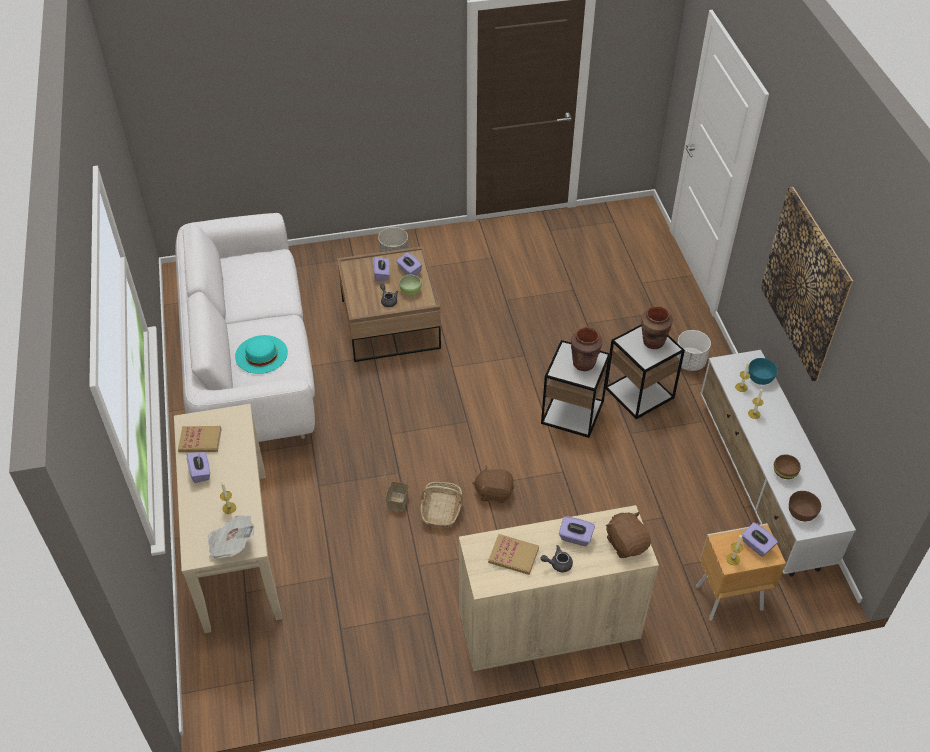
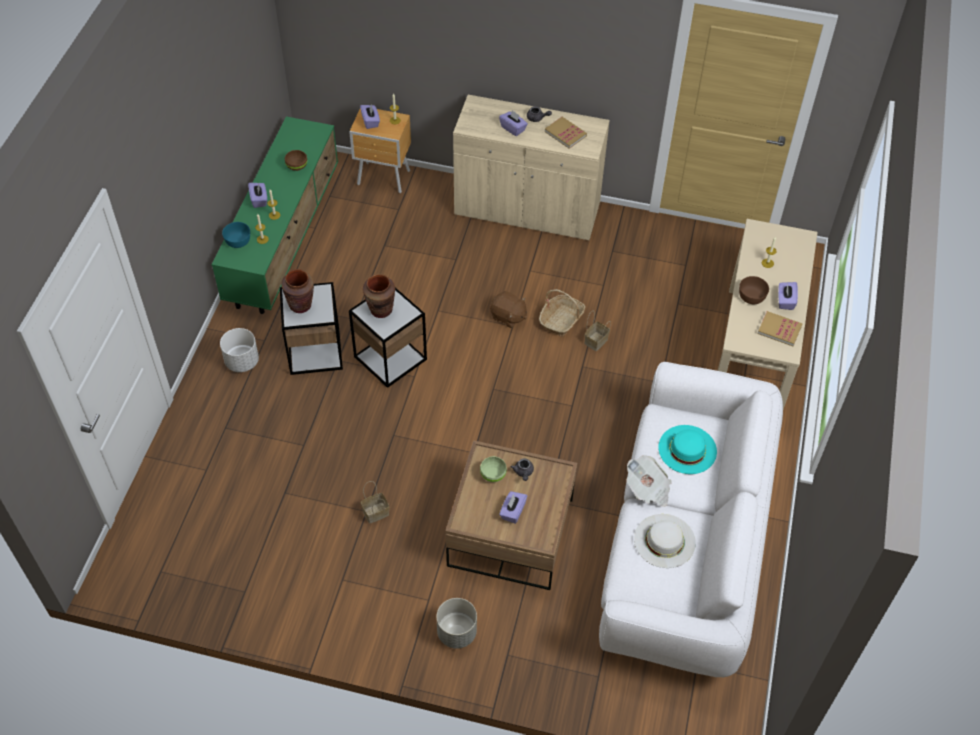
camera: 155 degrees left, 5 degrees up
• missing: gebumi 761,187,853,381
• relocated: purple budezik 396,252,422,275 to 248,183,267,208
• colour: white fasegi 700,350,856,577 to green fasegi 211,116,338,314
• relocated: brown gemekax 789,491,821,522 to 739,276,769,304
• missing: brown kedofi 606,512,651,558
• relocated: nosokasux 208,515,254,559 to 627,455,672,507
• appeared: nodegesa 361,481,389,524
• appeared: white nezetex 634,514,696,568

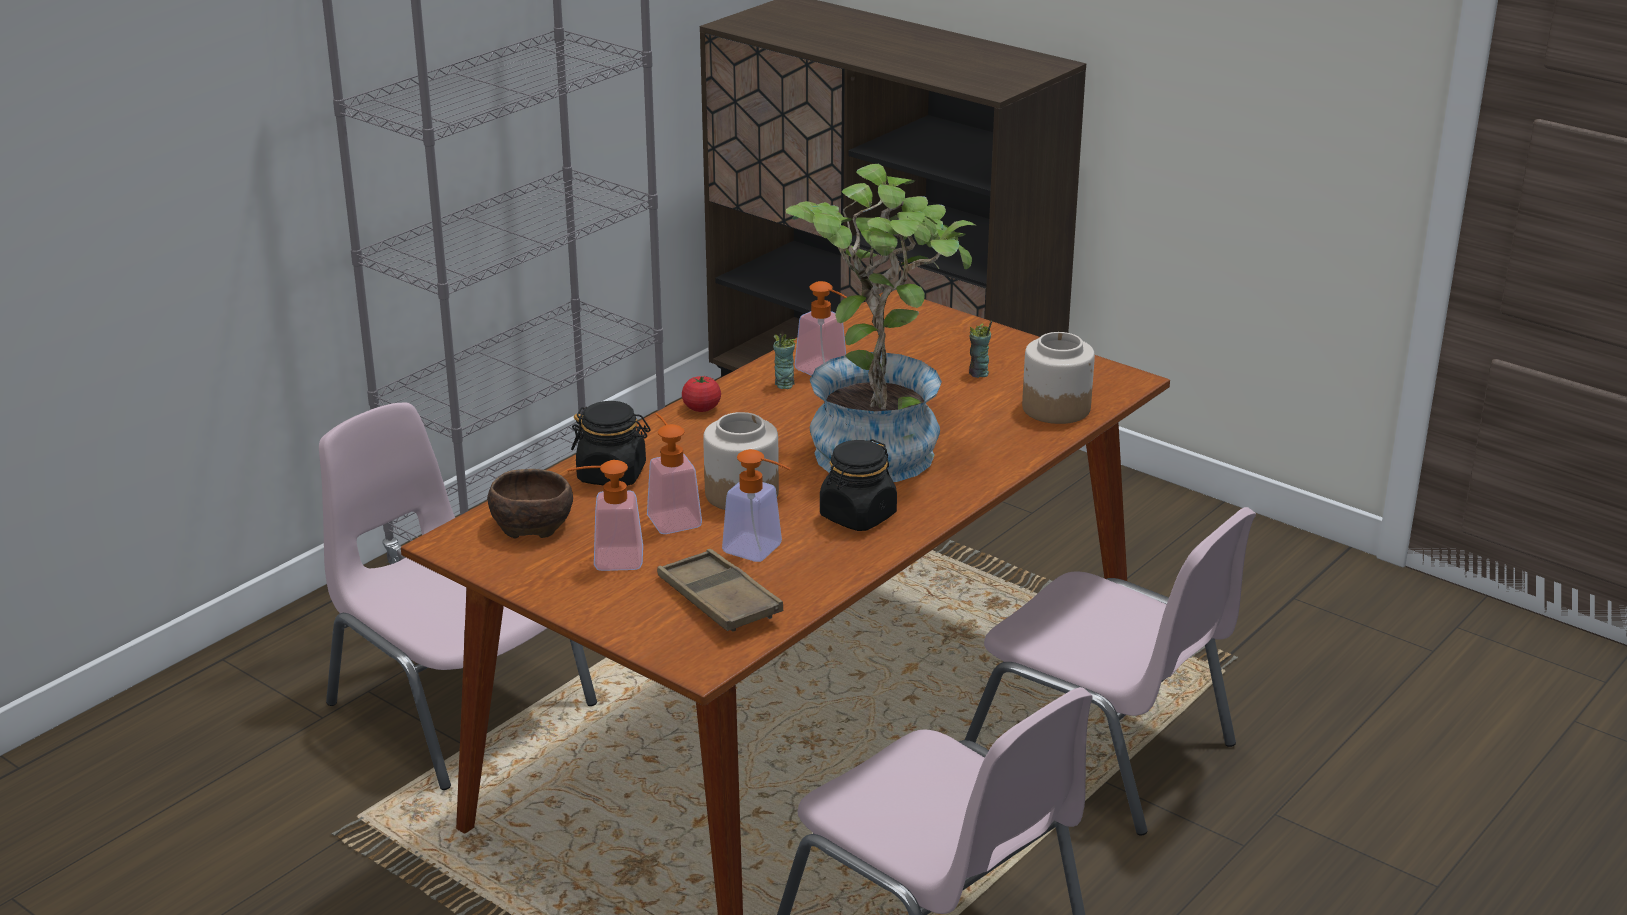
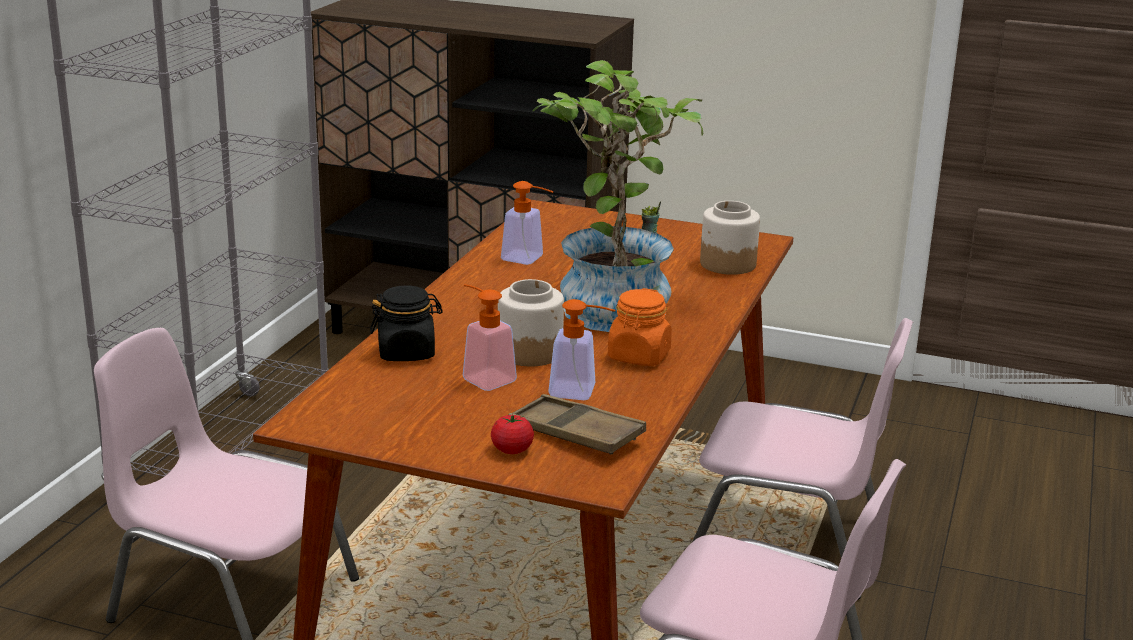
camera: 20 degrees left, 5 degrees down
• missing: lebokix 773,334,797,389
• relocated: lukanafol 682,376,721,412 to 491,414,534,454
• colour: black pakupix 820,439,897,531 to orange pakupix 608,288,672,366
• missing: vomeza 567,460,643,571
• missing: brown gemekax 487,469,573,539

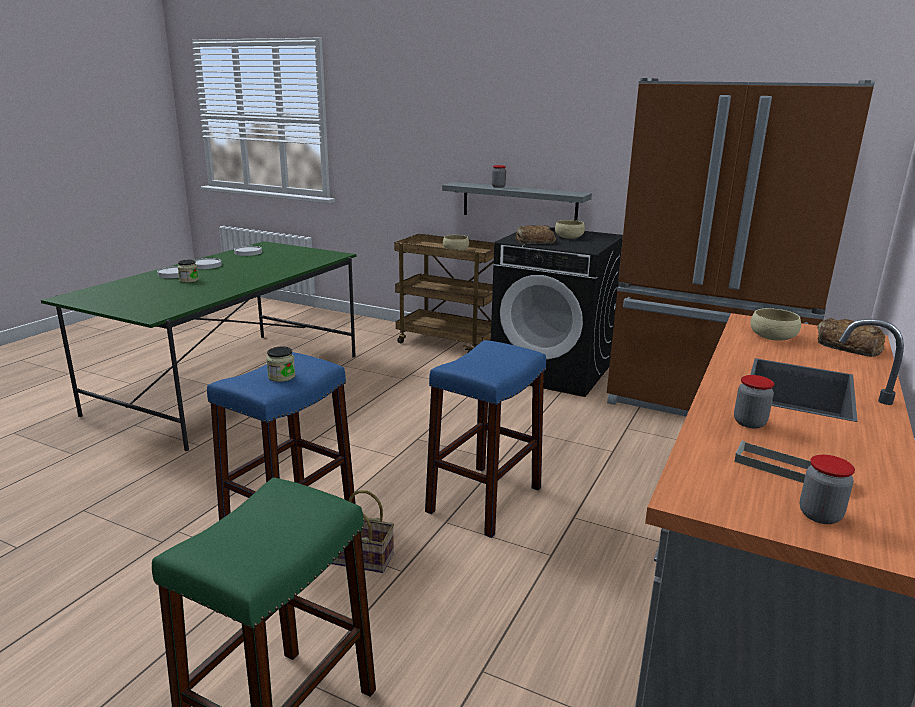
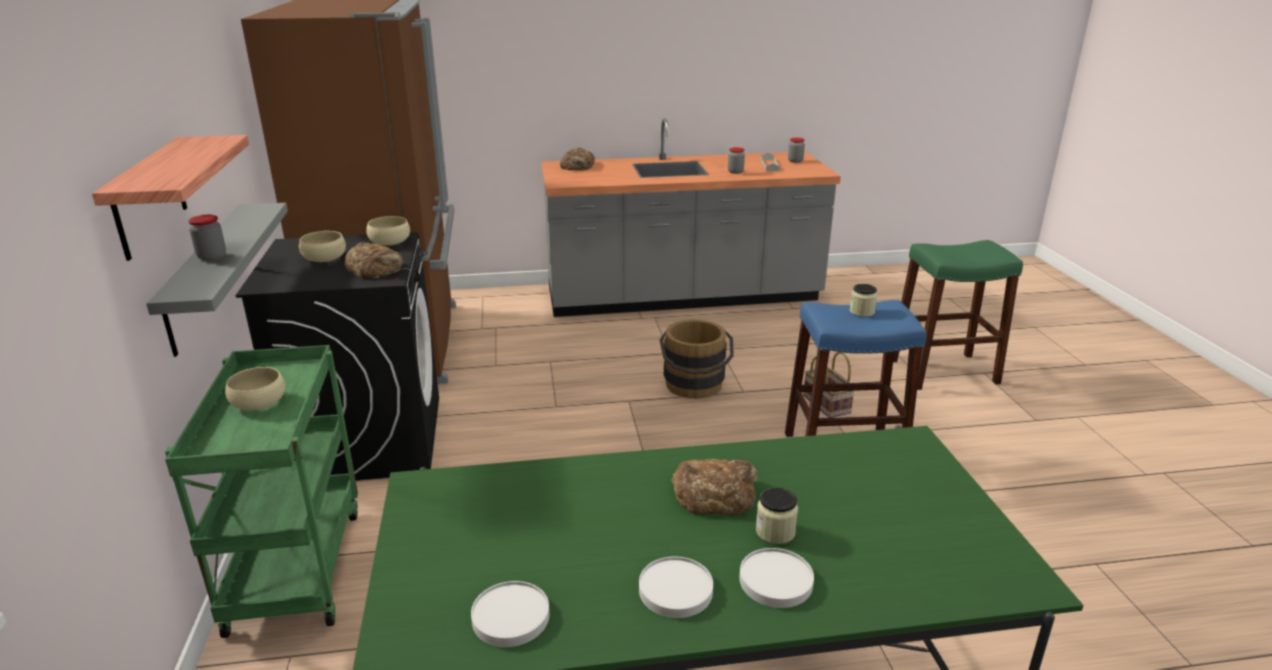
camera: 125 degrees left, 5 degrees up
• colour: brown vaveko 394,234,494,353 to green vaveko 165,345,358,638
• relocated: beige gemekax 750,308,801,341 to 366,216,410,246
• exchanged: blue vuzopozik 425,340,546,538 to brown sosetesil 660,320,734,399
• appeared: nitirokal 92,135,249,261
• appeared: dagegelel 671,459,758,516

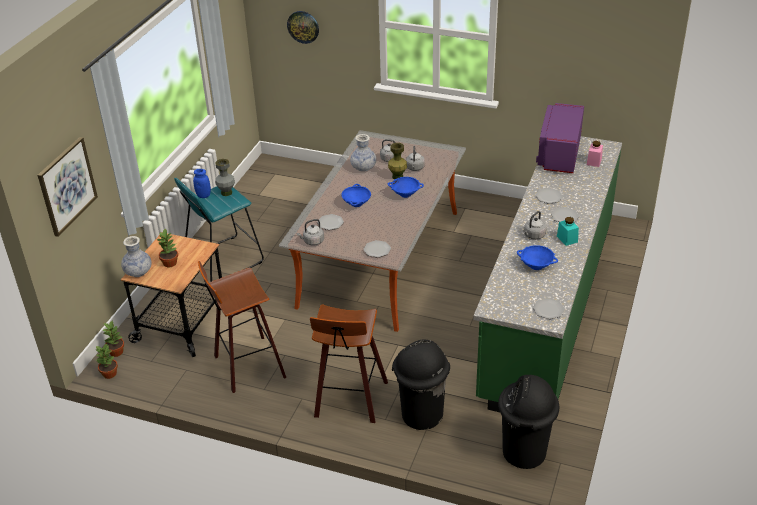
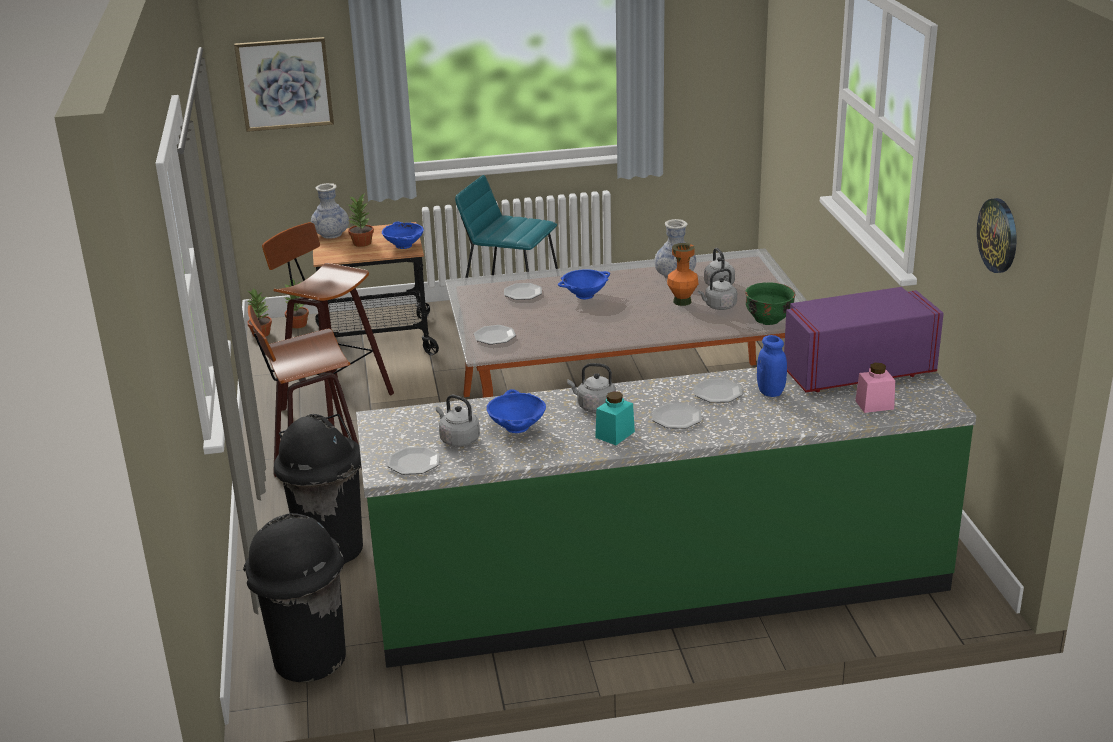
camera: 60 degrees right, 10 degrees down
• relocated: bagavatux 287,11,319,44 to 977,198,1017,273
• colour: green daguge 388,143,407,179 to orange daguge 667,243,698,306
• missing: grey daguge 215,159,235,196
• relocated: blue pakupix 193,169,211,198 to 757,335,787,397
• relocated: blue gemekax 387,177,424,198 to 382,221,424,249
• relocated: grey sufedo 297,219,324,246 to 436,395,480,447
• appeared: green gemekax 745,282,795,325

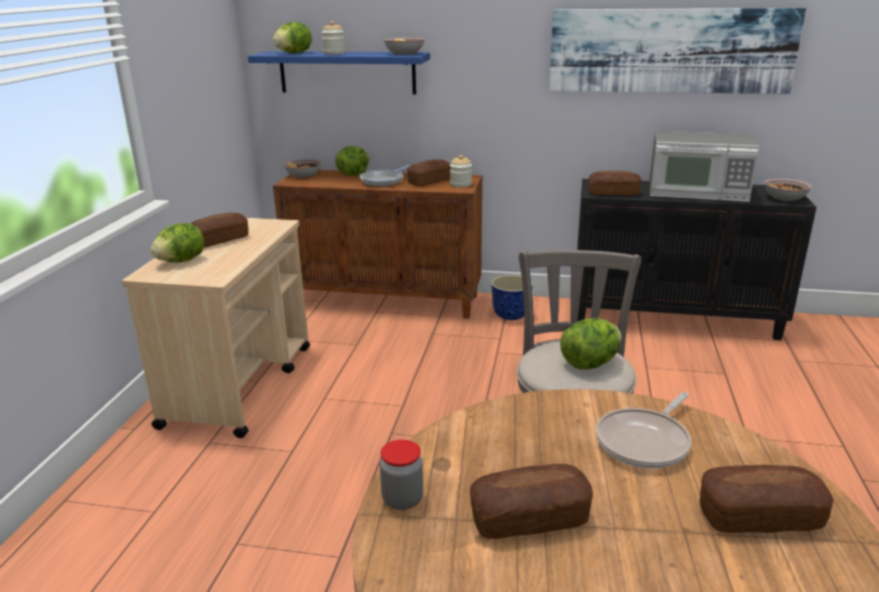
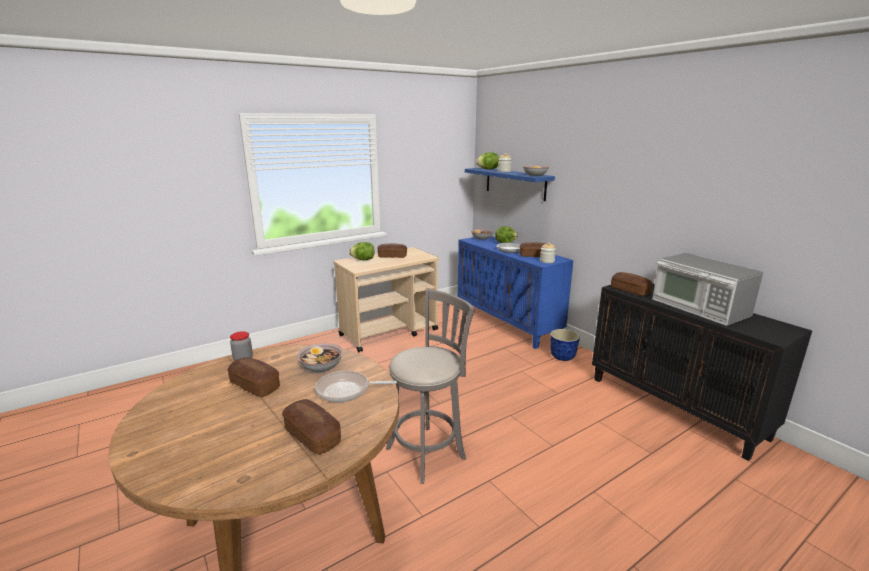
camera: 45 degrees right, 5 degrees down
• missing: gebumi 549,8,806,94
• colour: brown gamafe 273,170,482,319 to blue gamafe 458,236,573,349
• relocated: gemekax 764,178,812,201 to 297,343,343,372
• missing: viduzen 560,318,621,370

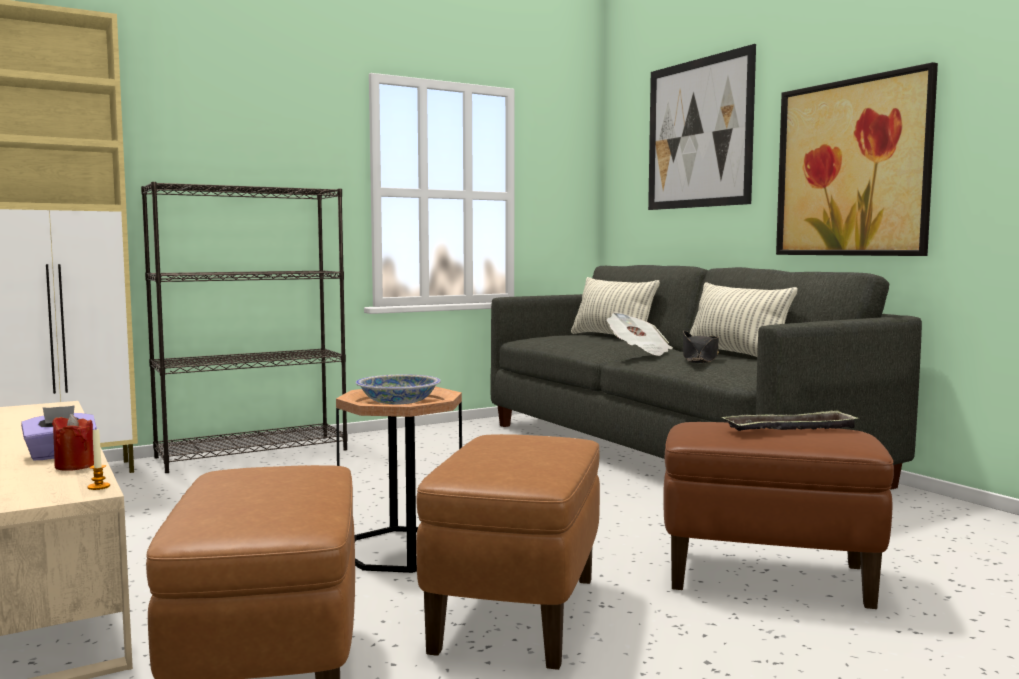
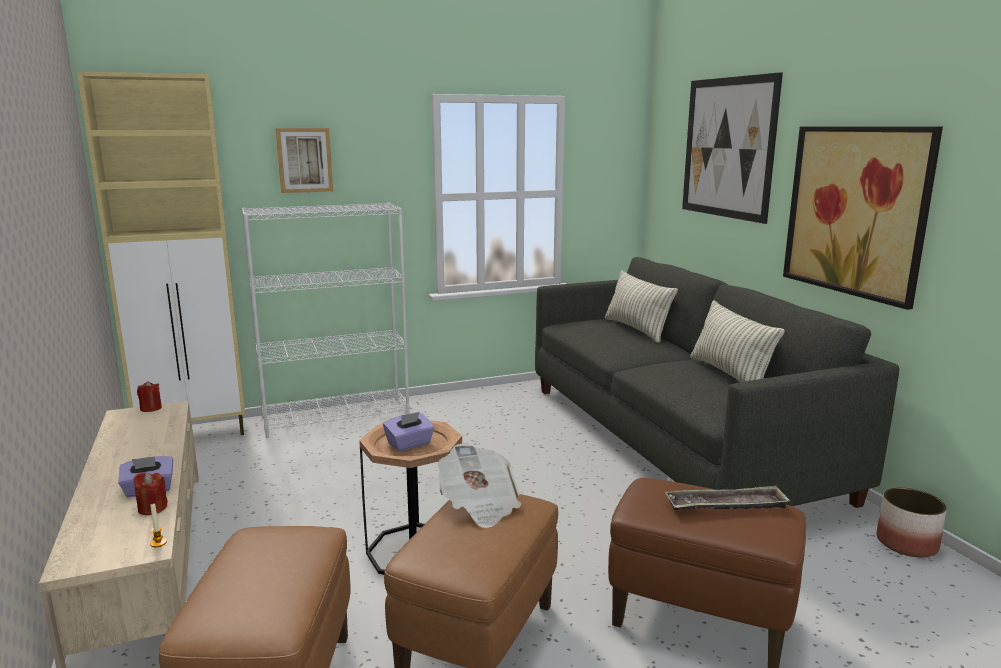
camera: 10 degrees right, 10 degrees up
• colour: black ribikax 141,182,348,473 to white ribikax 241,203,410,438
• relocated: nosokasux 607,312,673,356 to 438,443,521,528
• missing: black nezetex 683,331,719,363
• exchanged: gemekax 356,374,441,405 to purple budezik 383,412,435,451
• appeared: gebumi 276,128,333,193
• appeared: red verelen 137,381,162,412
• appeared: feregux 877,488,947,557

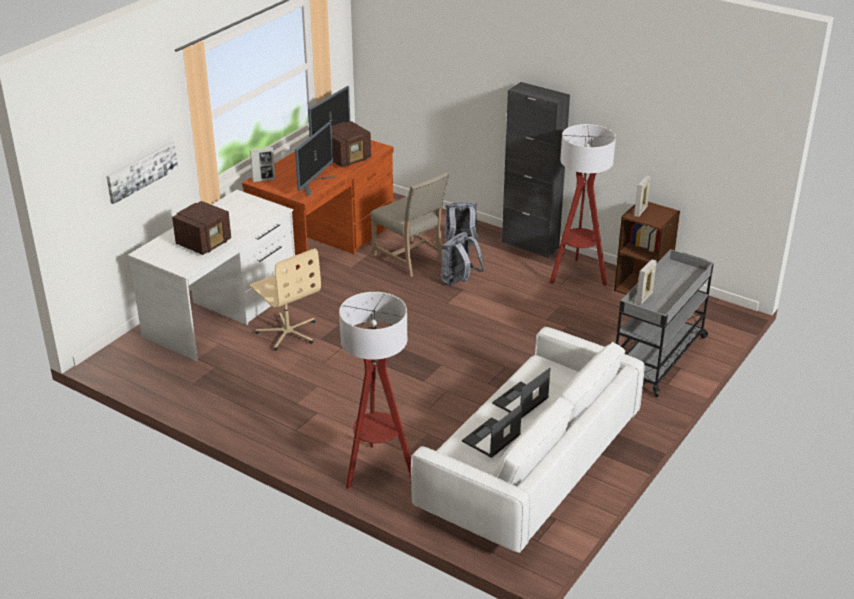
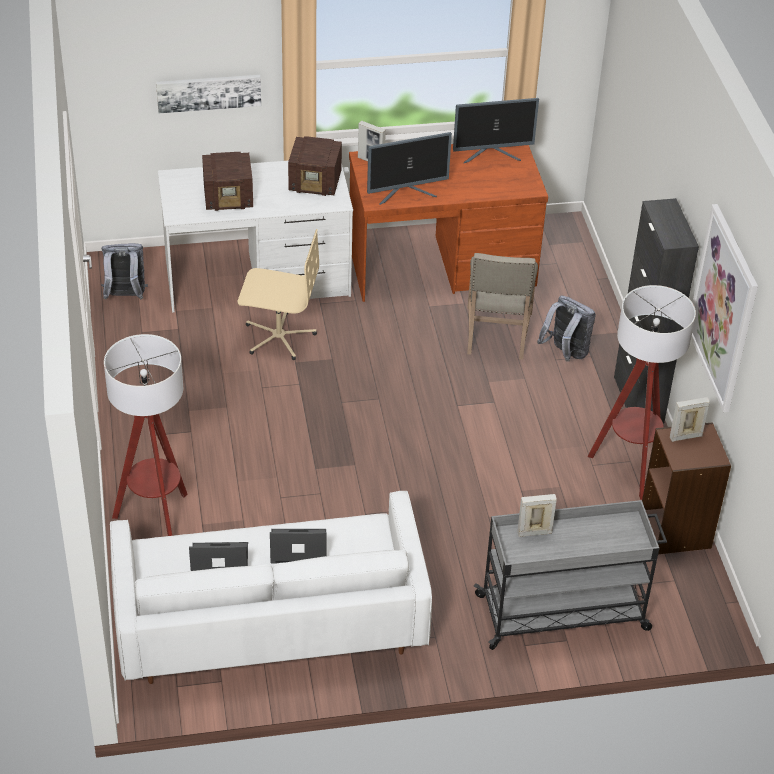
camera: 45 degrees right, 10 degrees up
• relocated: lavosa 331,121,371,167 to 288,136,342,196
• relocated: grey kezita 441,232,485,286 to 101,243,148,300
• spun: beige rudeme 250,248,321,351 = 238,229,319,360 90 degrees counterclockwise
• appeared: gebumi 691,204,758,412

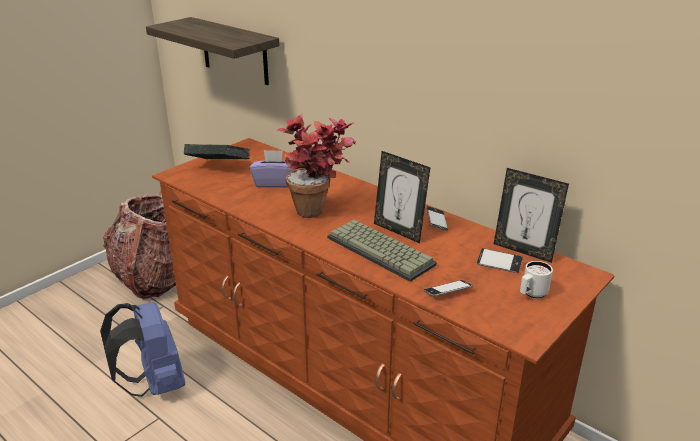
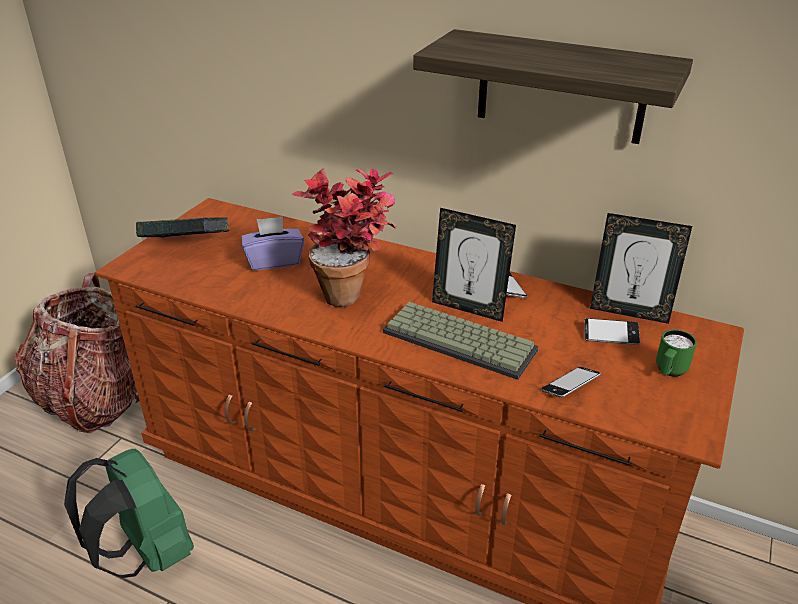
camera: 15 degrees left, 5 degrees up
• relocated: nitirokal 146,17,279,85 to 413,29,693,144
• colour: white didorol 520,261,553,299 to green didorol 656,329,697,377
• colour: blue kezita 100,302,185,397 to green kezita 64,449,194,578

